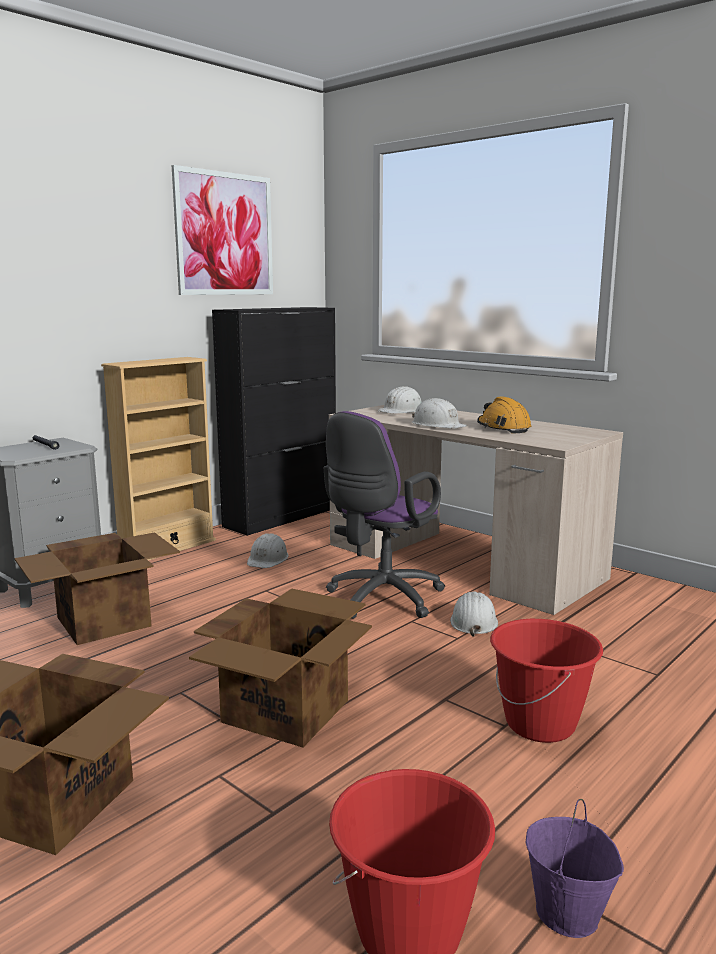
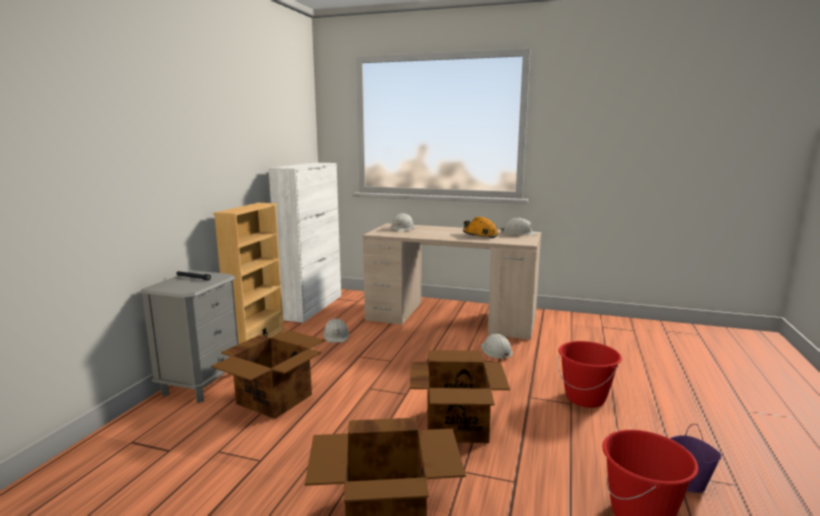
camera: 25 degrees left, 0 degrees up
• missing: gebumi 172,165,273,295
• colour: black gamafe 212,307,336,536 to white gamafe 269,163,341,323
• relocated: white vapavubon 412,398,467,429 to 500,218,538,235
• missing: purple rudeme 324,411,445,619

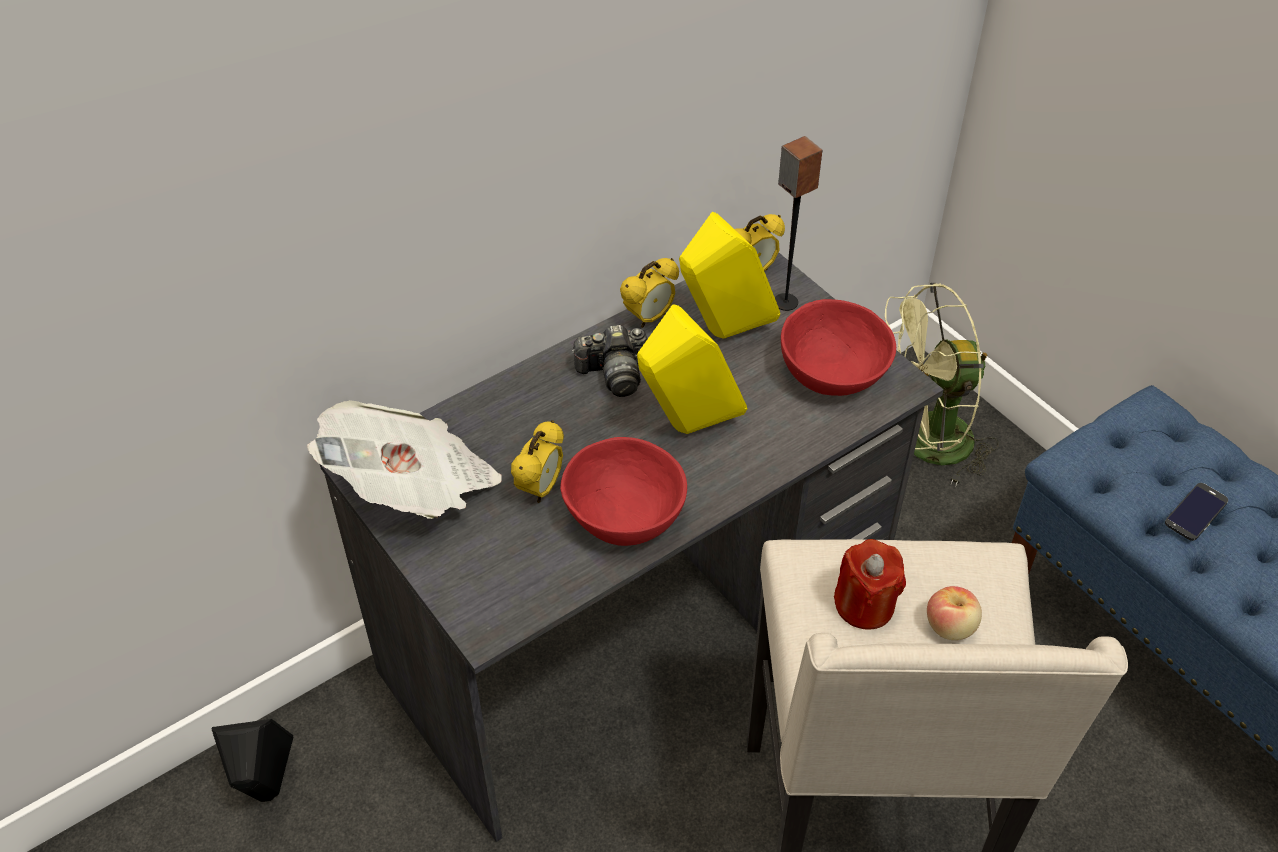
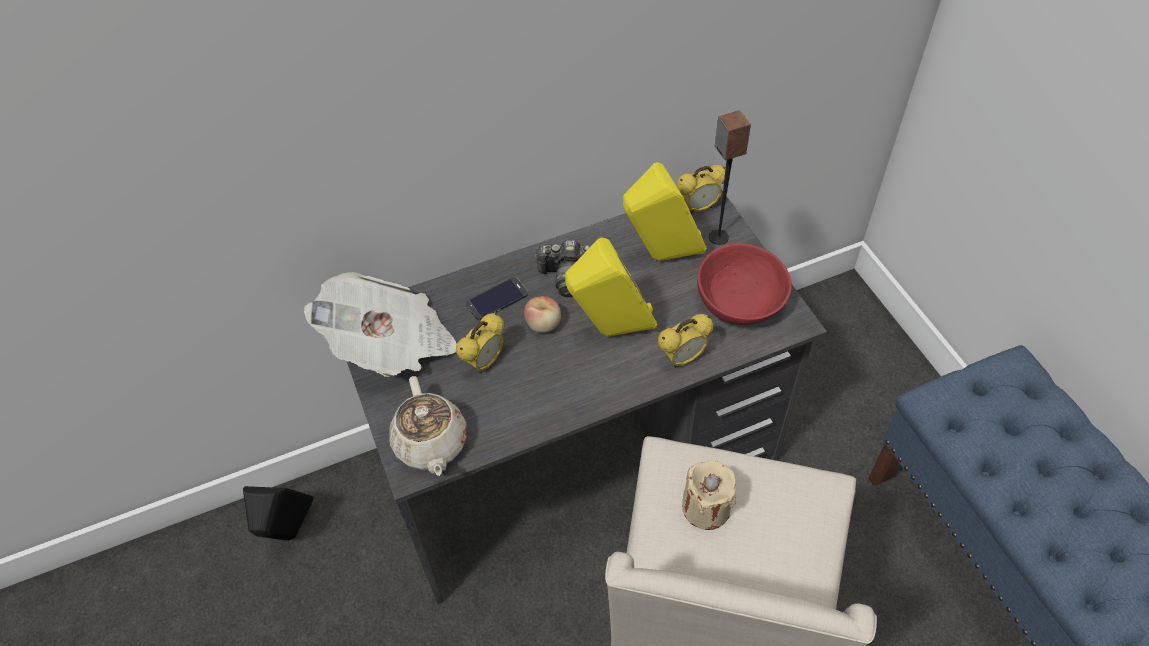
camera: 15 degrees right, 5 degrees up
• relocated: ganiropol 620,258,679,328 to 658,314,713,368
• missing: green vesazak 885,283,999,487
• missing: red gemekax 560,437,687,546
• relocated: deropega 1165,483,1228,541 to 466,277,528,320
• colour: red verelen 834,539,906,629 to beige verelen 682,460,736,530
• relocated: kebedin 927,586,982,640 to 524,296,561,333
• appeared: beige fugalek 389,376,467,476

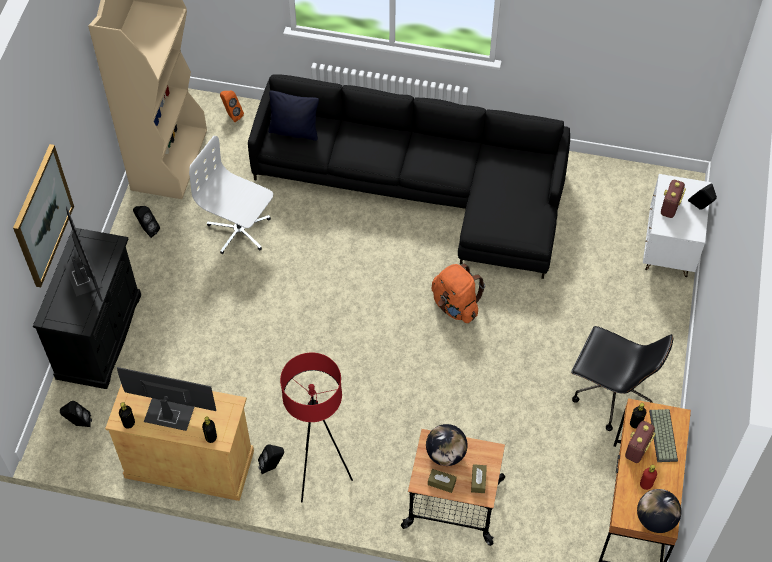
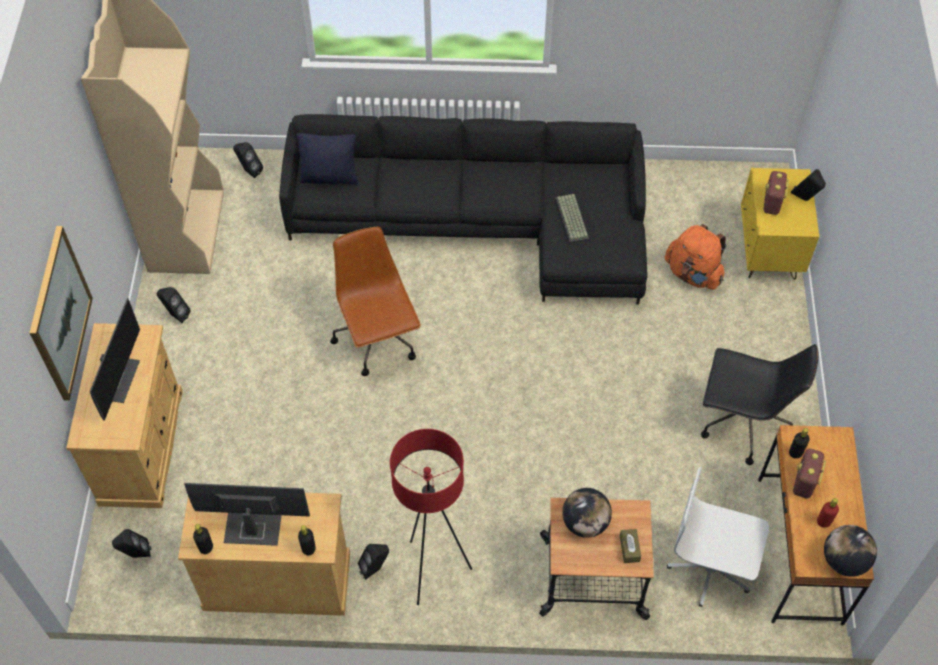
camera: 10 degrees left, 0 degrees up
• colour: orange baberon 220,91,244,122 to black baberon 233,142,263,178
• relocated: white rudeme 189,136,273,254 to 667,467,769,607
• colour: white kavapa 643,174,711,277 to yellow kavapa 741,168,819,280
• spun: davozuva 64,206,103,302 = 90,298,140,421 45 degrees clockwise
• colour: black gamafe 33,228,141,389 to beige gamafe 66,323,183,508
• relocated: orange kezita 432,264,485,323 to 665,224,726,290
• relocated: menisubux 649,409,678,462 to 555,194,589,243
• missing: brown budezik 428,469,457,493
• appeared: brown rudeme 330,227,421,376

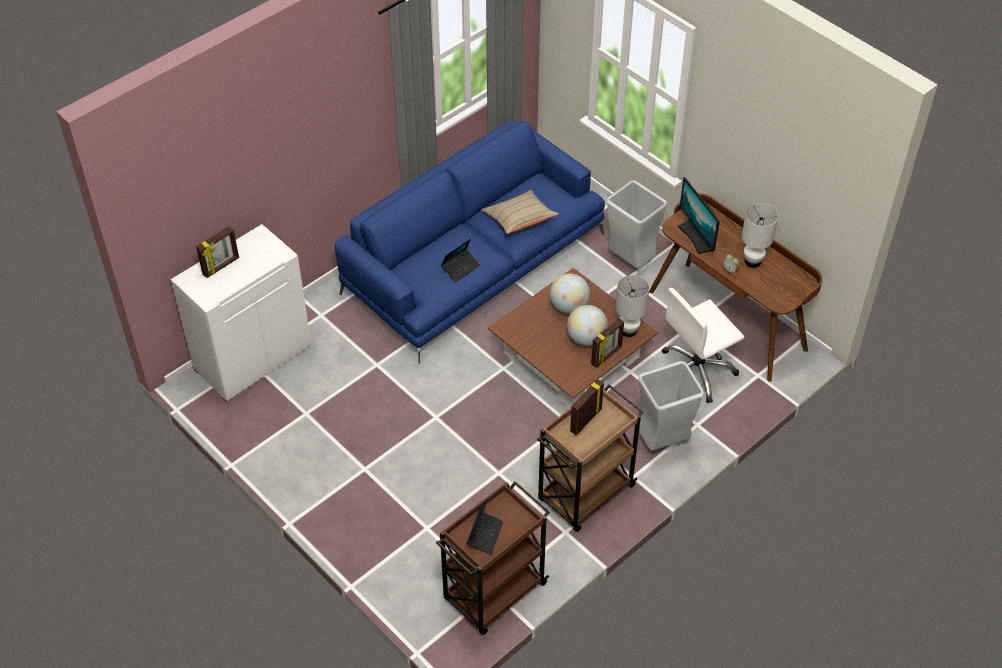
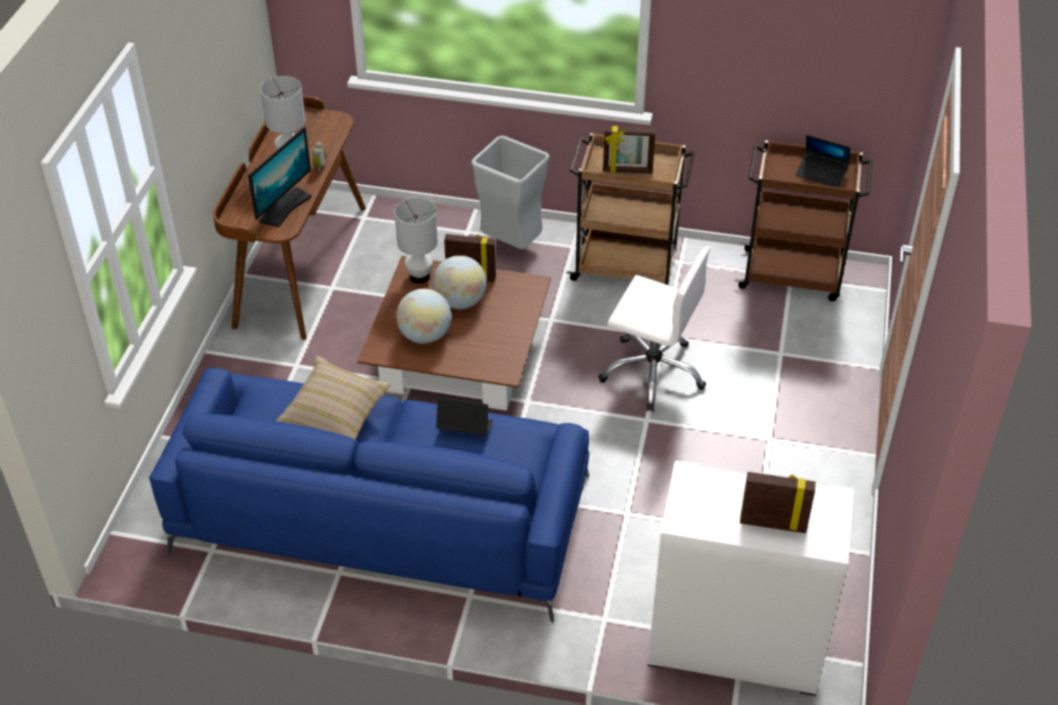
camera: 125 degrees left, 5 degrees down
• missing: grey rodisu 606,181,667,268
• relocated: white rudeme 662,288,744,403 to 598,246,710,412
• spun: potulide 467,499,504,555 = 796,135,850,188 135 degrees counterclockwise

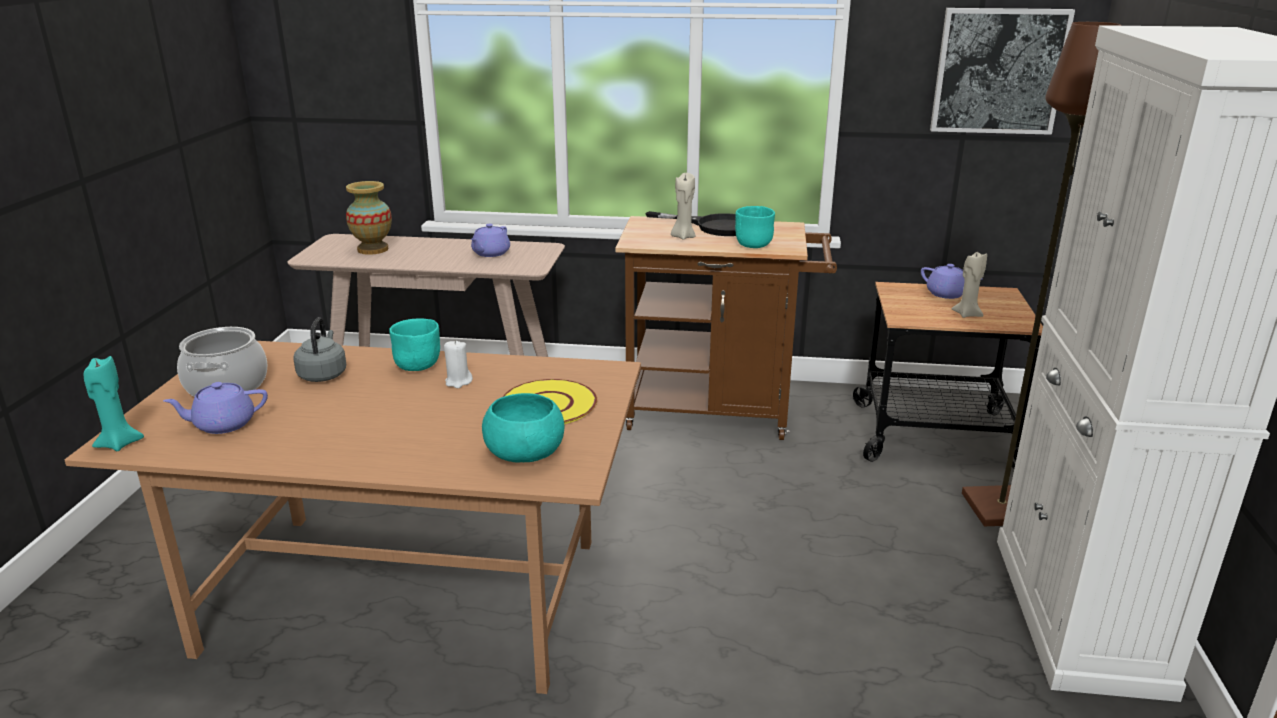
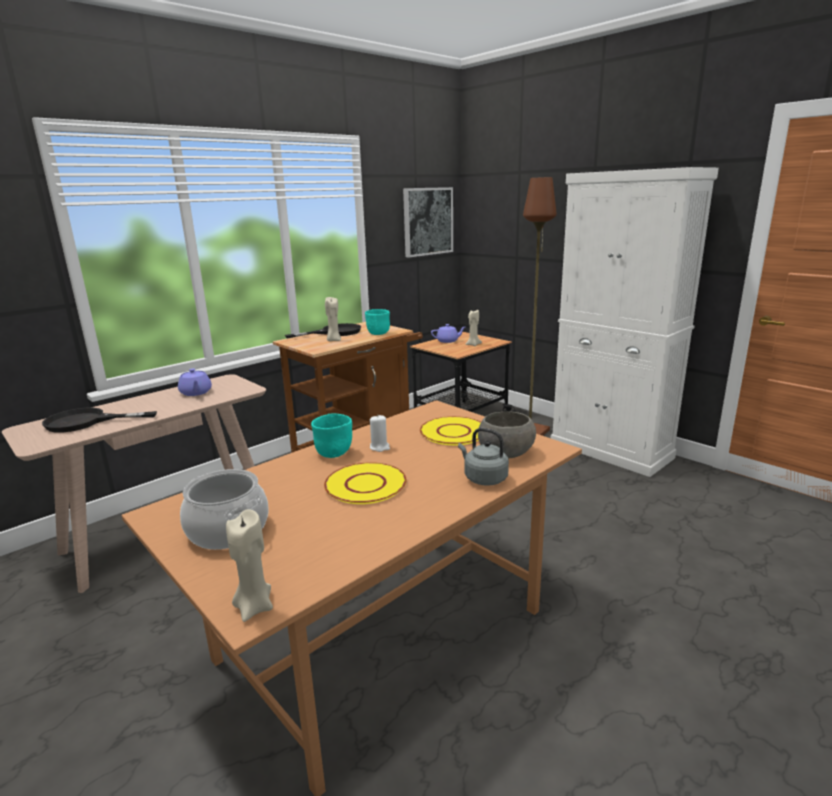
camera: 50 degrees left, 5 degrees down
• exchanged: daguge 346,181,392,255 to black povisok 42,408,157,433
• relocated: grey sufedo 293,317,346,382 to 458,428,509,486
• colour: turquoise verelen 84,356,144,451 to beige verelen 226,509,273,622
• missing: purple fugalek 163,382,268,434
• colour: turquoise gemekax 482,393,564,462 to grey gemekax 478,411,536,458
• appeared: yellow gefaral 324,462,406,504

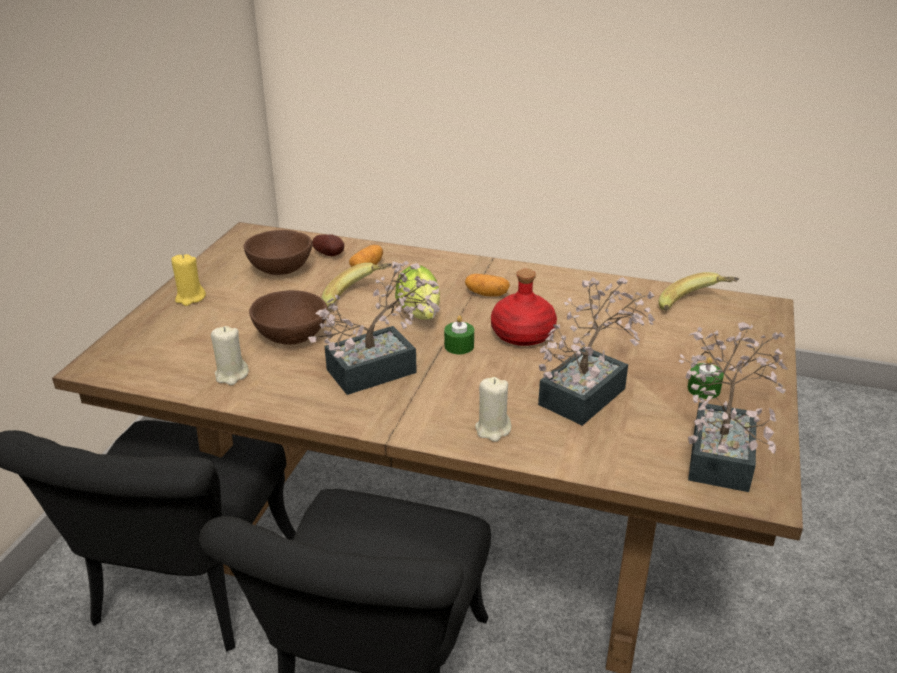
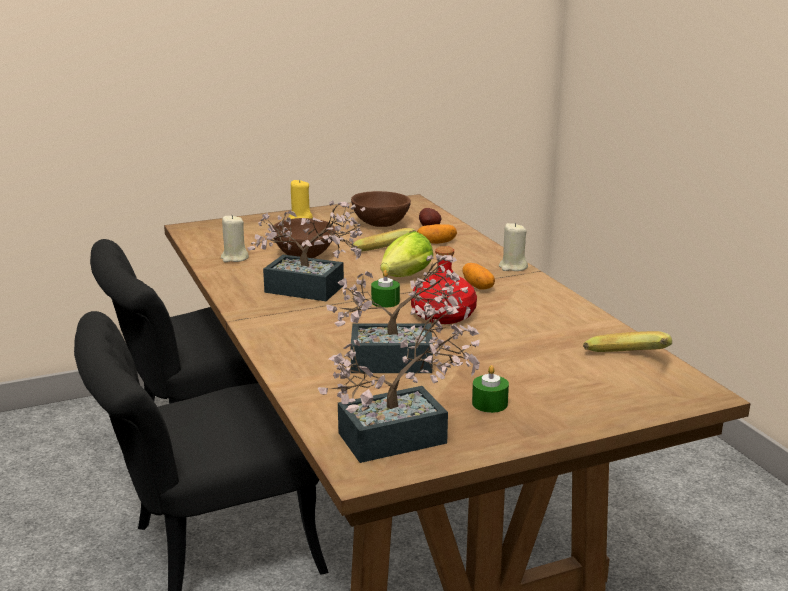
camera: 50 degrees right, 10 degrees down
• relocated: beige verelen 475,377,511,442 to 499,222,528,271

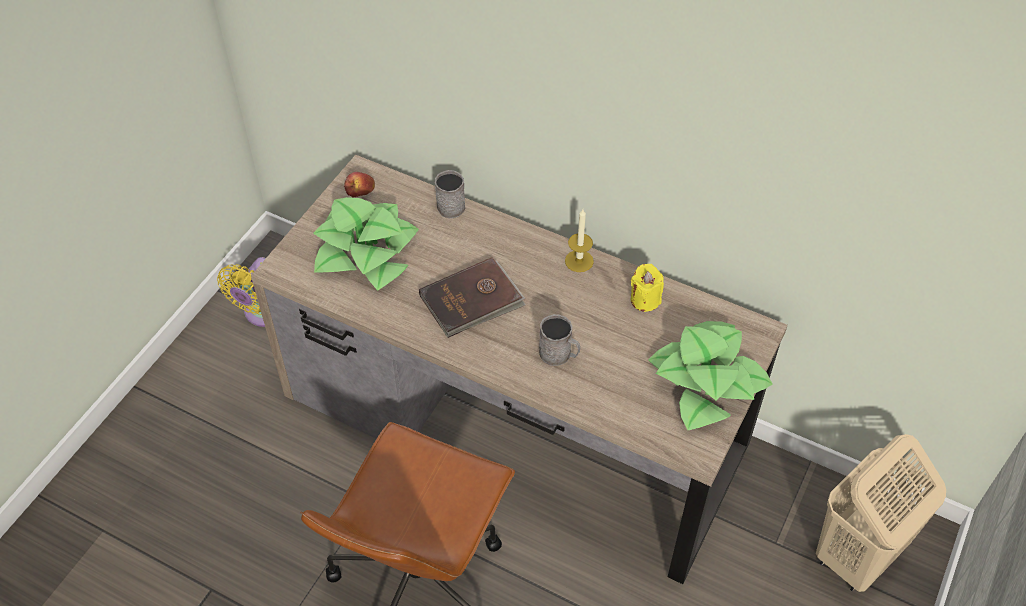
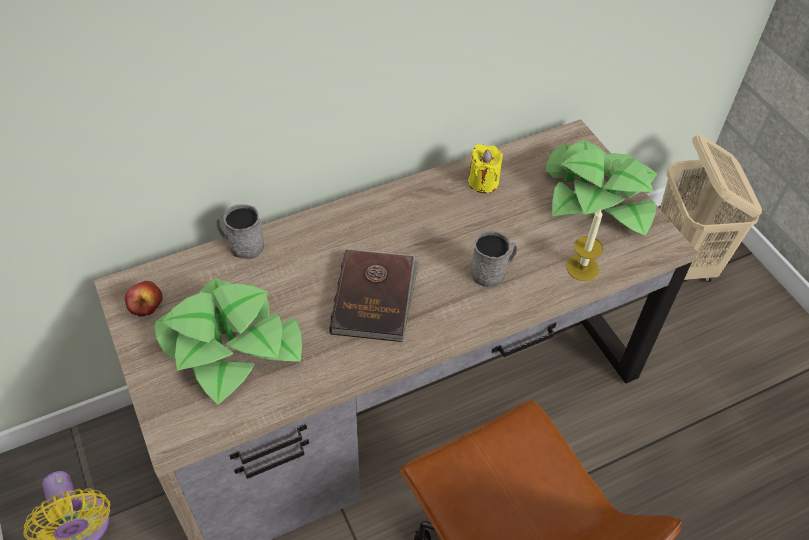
camera: 55 degrees left, 0 degrees up
• relocated: verelen 565,209,594,272 to 566,208,603,281

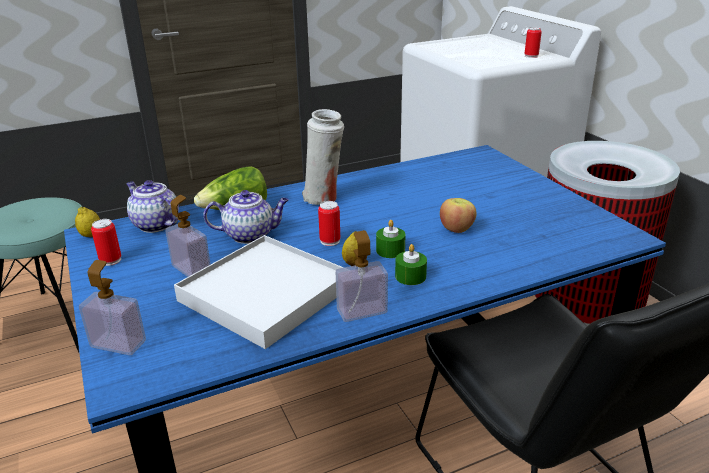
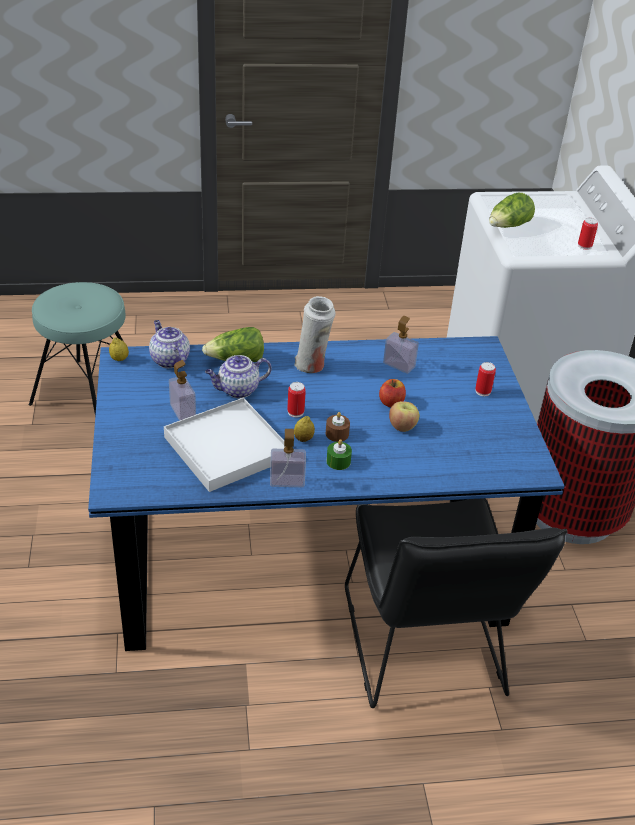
camera: 15 degrees right, 10 degrees up
• spun: fugalek 203,190,289,244 = 205,355,272,398 150 degrees clockwise
• relocated: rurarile 91,219,121,266 to 475,362,496,396
• colour: green verelen 376,220,405,258 to brown verelen 326,412,350,442
• relocated: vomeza 79,260,146,355 to 383,316,419,374
• appeared: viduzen 489,193,535,228
• appeared: kebedin 379,379,406,407

